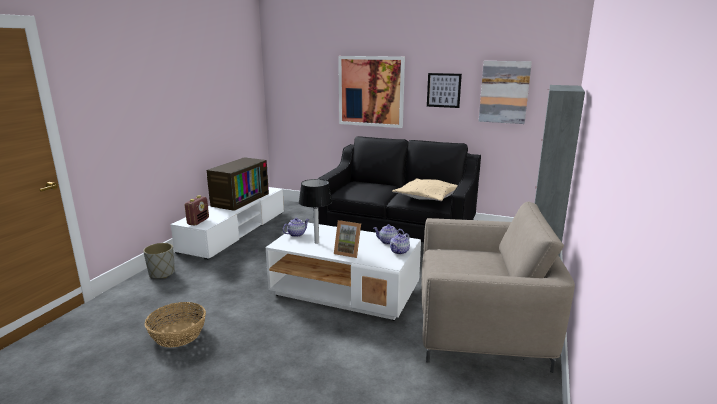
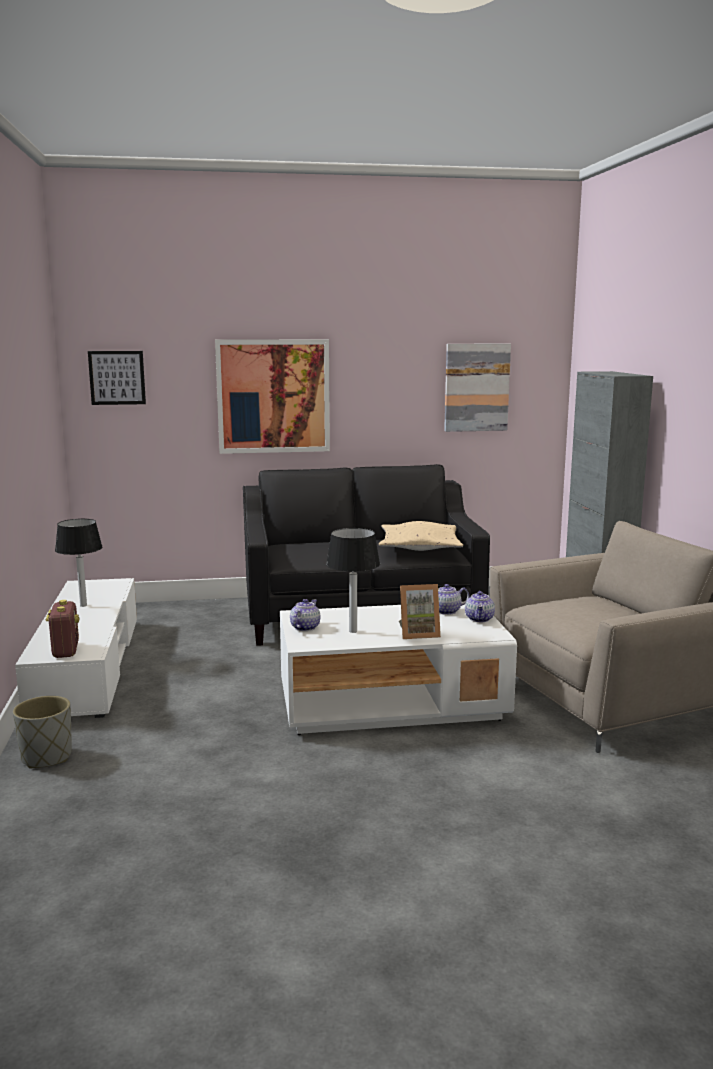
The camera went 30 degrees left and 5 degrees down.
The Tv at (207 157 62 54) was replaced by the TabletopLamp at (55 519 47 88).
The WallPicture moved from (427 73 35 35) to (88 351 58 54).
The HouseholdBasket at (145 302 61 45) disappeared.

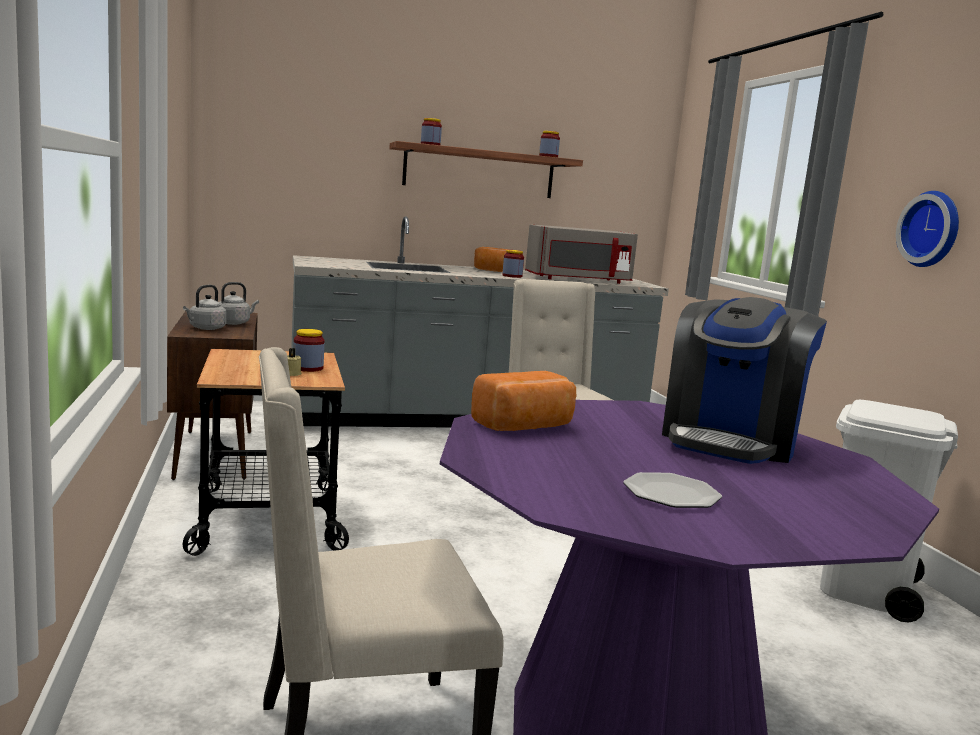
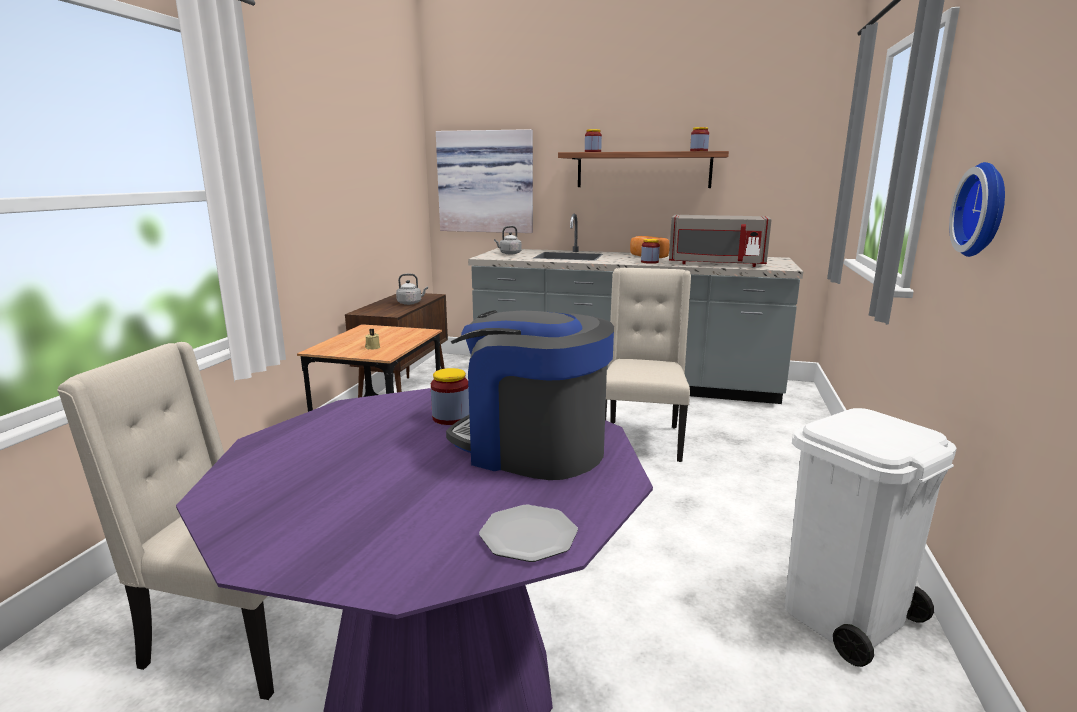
The camera went 30 degrees right and 5 degrees up.
The Jar moved from (293 329 32 43) to (431 368 38 57).
The WallPicture at (436 129 97 104) appeared.
The CoffeeMaker at (662 297 165 167) turned 60 degrees clockwise.
The DinnerPlate moved from (623 472 99 36) to (479 505 99 57).
The GrayTeaKettle moved from (183 285 44 45) to (494 226 28 28).
The Bread at (471 371 105 60) disappeared.

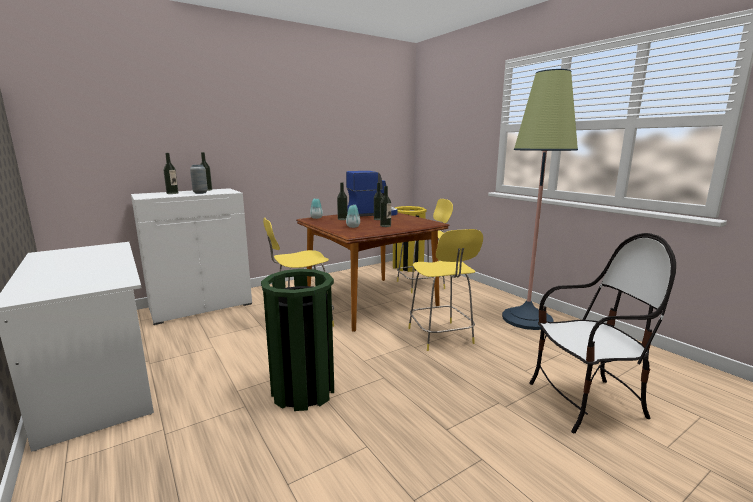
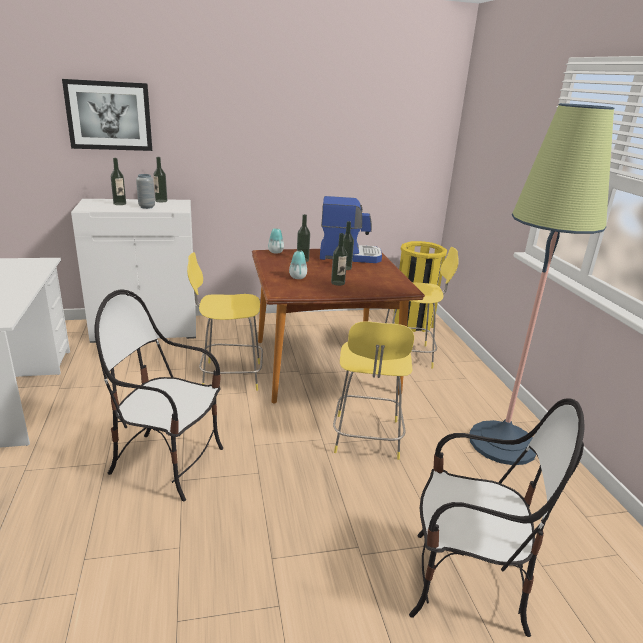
The camera went 20 degrees right and 10 degrees up.
The WallPicture at (62 79 90 72) appeared.
The GreenRubbishBin at (261 269 73 142) was replaced by the PlainChair at (94 290 130 211).

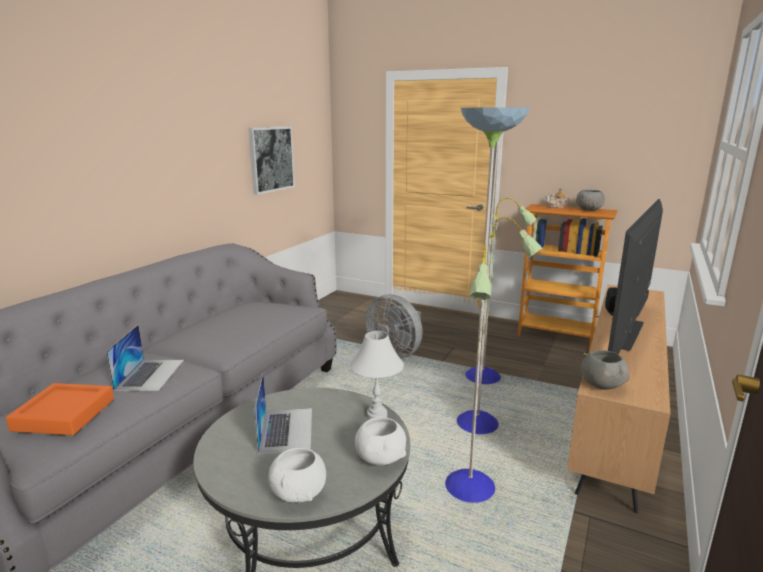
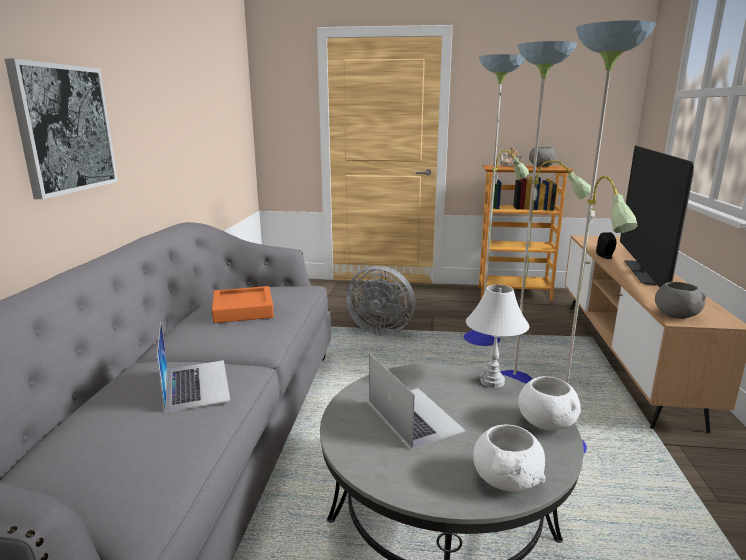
The camera went 20 degrees left and 0 degrees up.
The WallPicture moved from (248 126 47 69) to (5 59 113 140).
The OrangeColouredServingTray moved from (6 383 108 52) to (212 286 62 37).

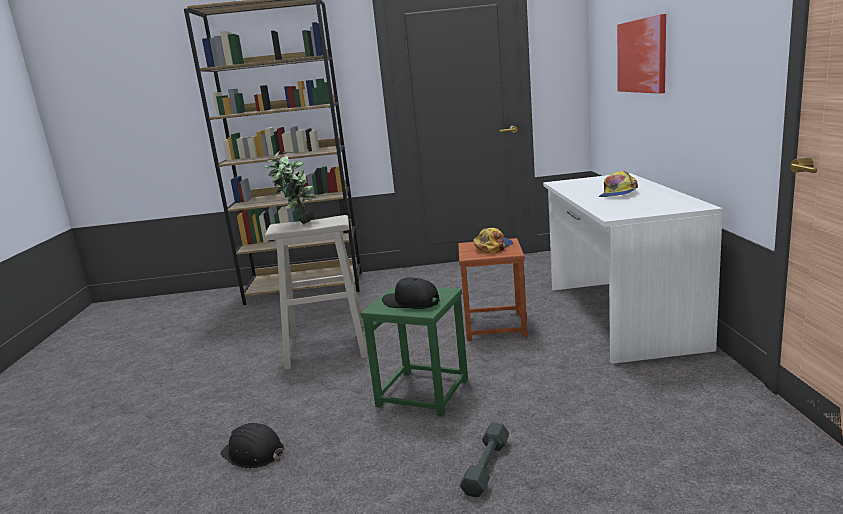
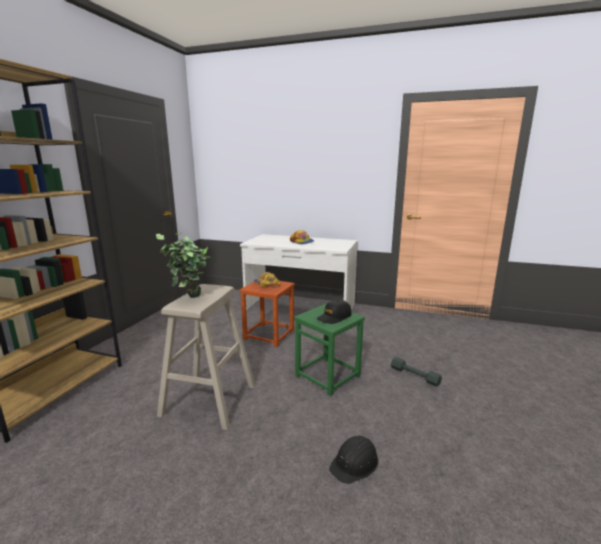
The camera went 70 degrees left and 0 degrees up.
The WallPicture at (617 14 49 80) disappeared.

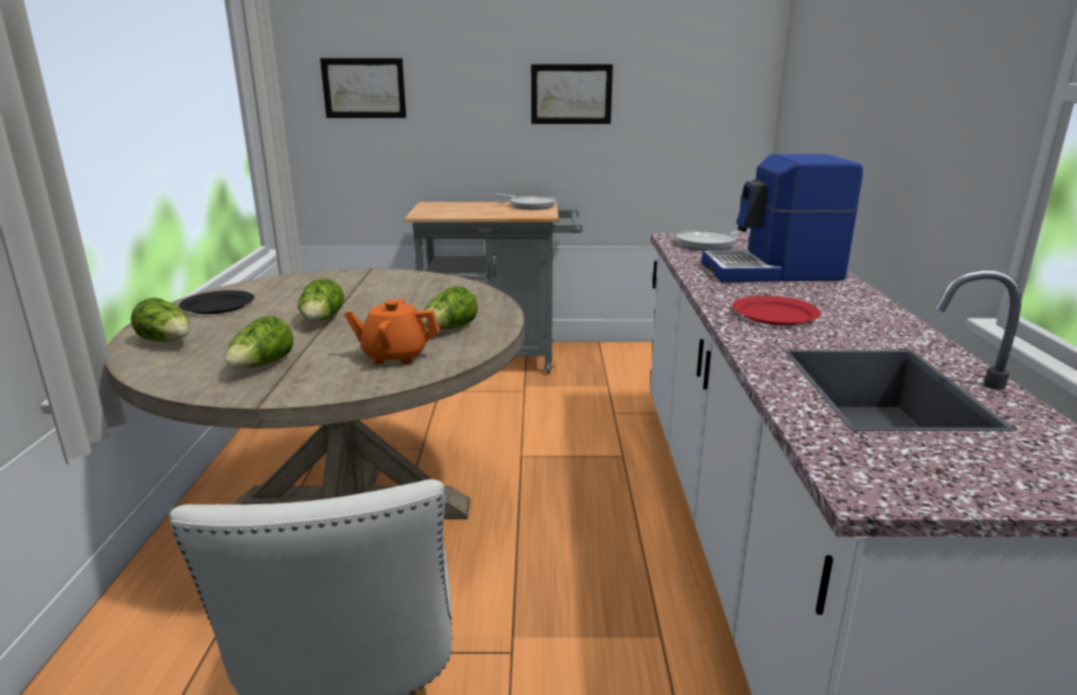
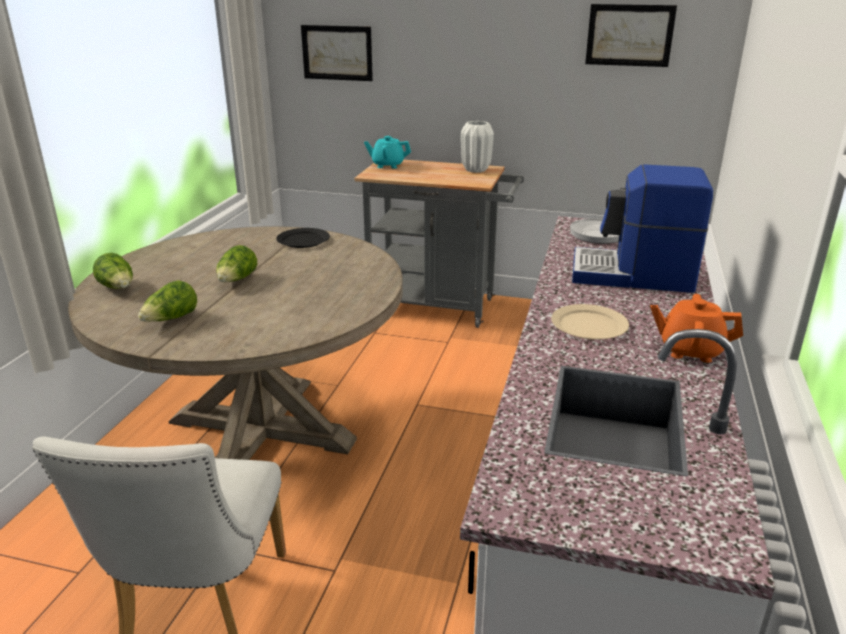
The camera went 15 degrees right and 5 degrees up.
The BlackishDinnerPlate moved from (179 290 75 24) to (276 228 54 20).
The TurquoiseTeaPot at (364 136 47 33) appeared.
The Skillet at (495 194 61 16) was replaced by the WhiteFlowerVase at (461 121 33 52).
The RedDinnerPlate at (732 296 89 29) became the BeigeDinnerPlate at (551 304 78 36).
The WallPicture moved from (531 64 82 60) to (585 4 92 63).
The OrangeColouredTeaPot moved from (344 299 96 66) to (650 294 93 69).
The LettuceHead at (422 286 56 43) disappeared.

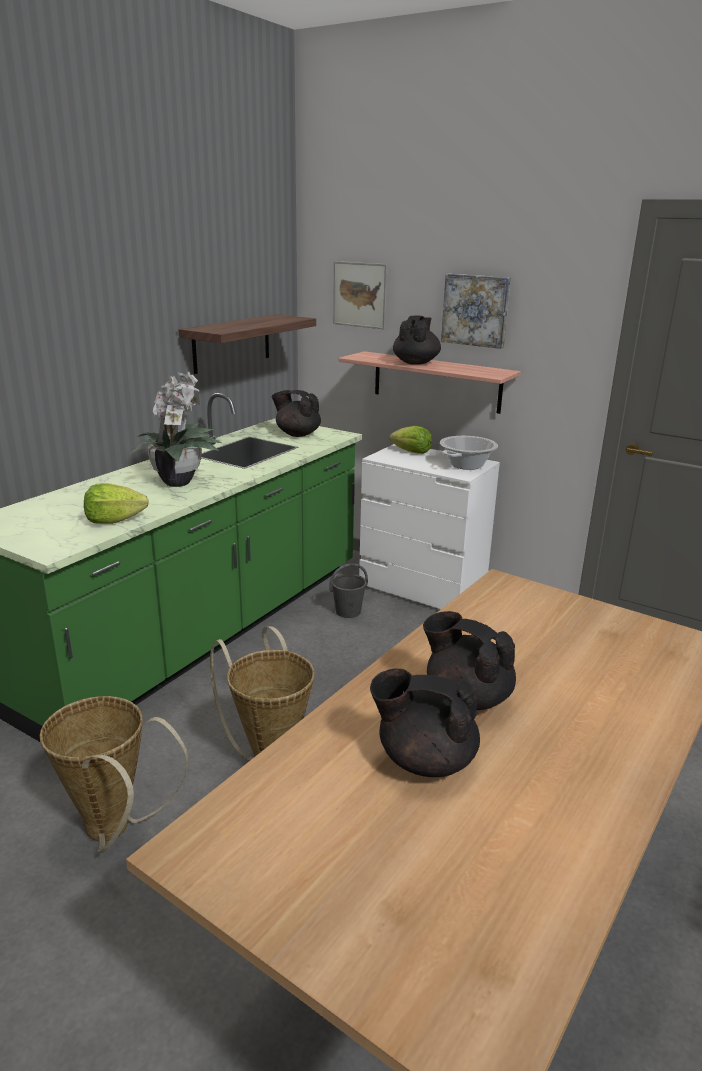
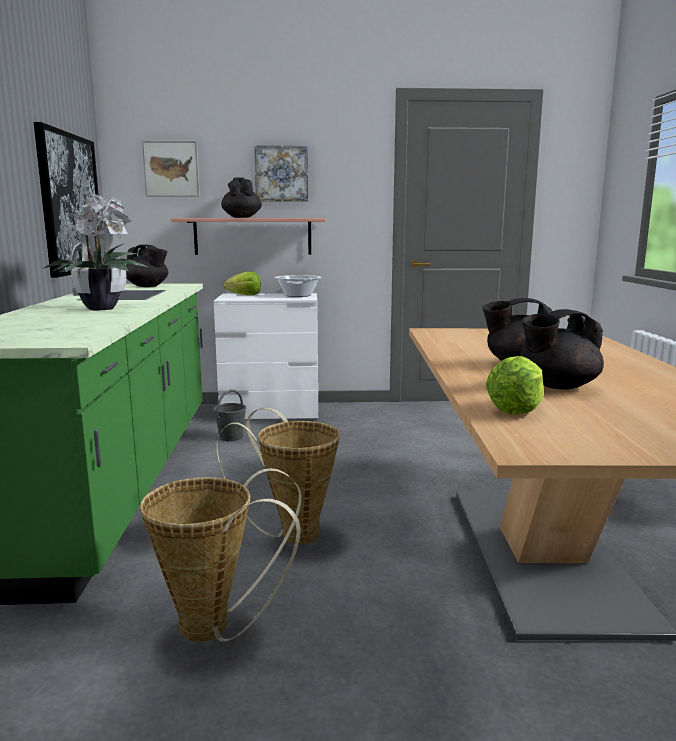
The camera went 35 degrees left and 10 degrees down.
The WallShelf at (178 314 138 60) was replaced by the WallPicture at (34 122 65 156).
The BlackishTeaPot at (271 390 50 47) turned 135 degrees counterclockwise.
The LettuceHead moved from (84 483 65 41) to (486 356 57 58).

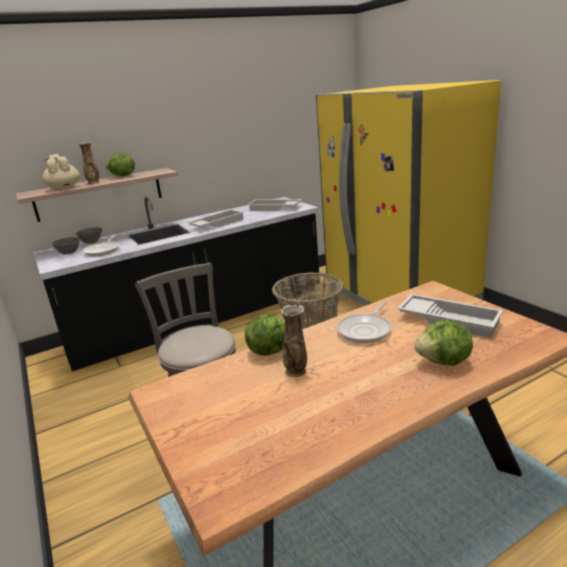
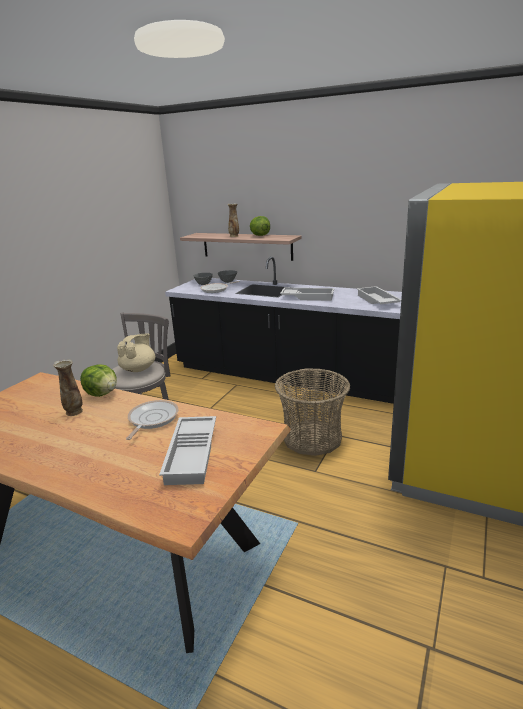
The camera went 55 degrees right and 0 degrees up.
The BeigeTeaPot moved from (42 154 38 36) to (117 333 38 39).
The Skillet at (337 301 55 42) turned 105 degrees clockwise.
The LettuceHead at (414 320 59 46) disappeared.

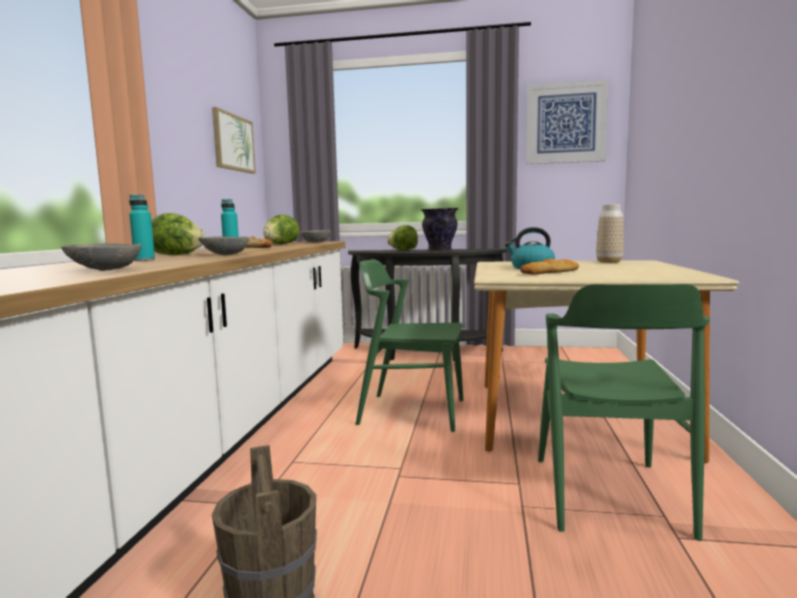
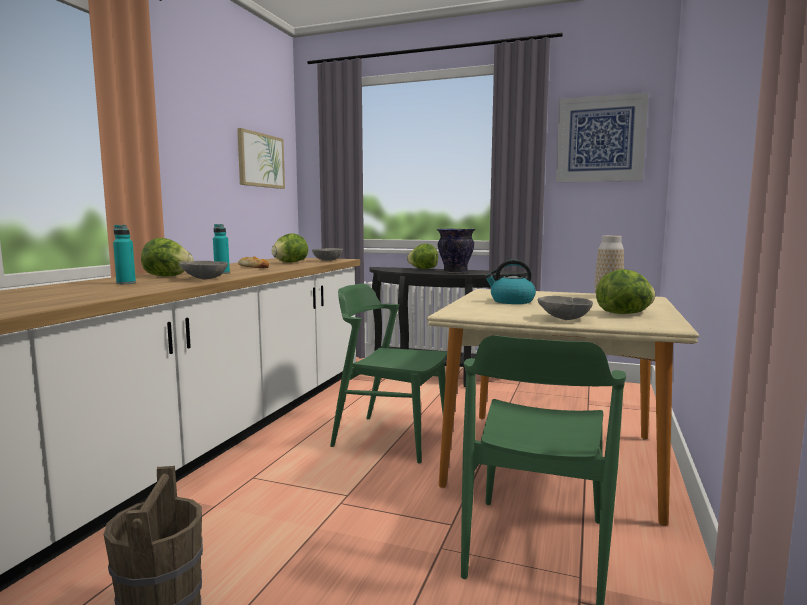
The camera went 10 degrees right and 0 degrees up.
The GrayBowl moved from (61 243 80 28) to (538 296 55 24).
The LettuceHead at (596 269 59 45) appeared.
The Bread at (520 259 59 15) disappeared.

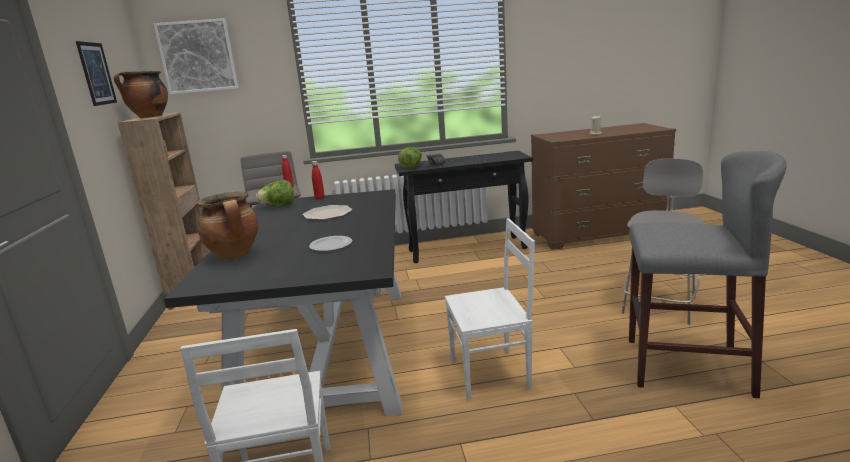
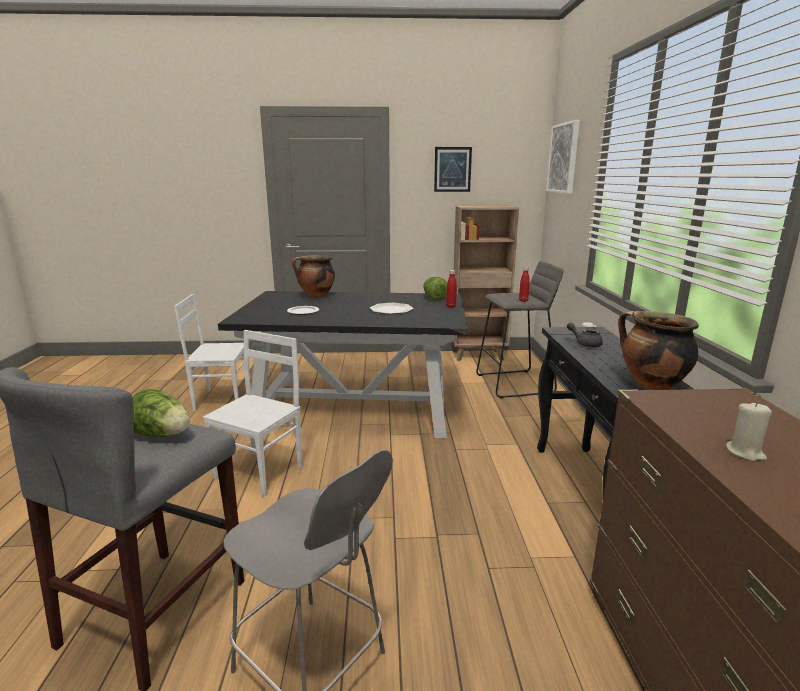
The camera went 95 degrees right and 0 degrees up.
The LettuceHead moved from (398 147 24 22) to (133 389 57 48).
The WhitePlainChair at (445 218 90 183) turned 150 degrees counterclockwise.
The CookingPot moved from (114 71 54 47) to (618 311 81 79).

